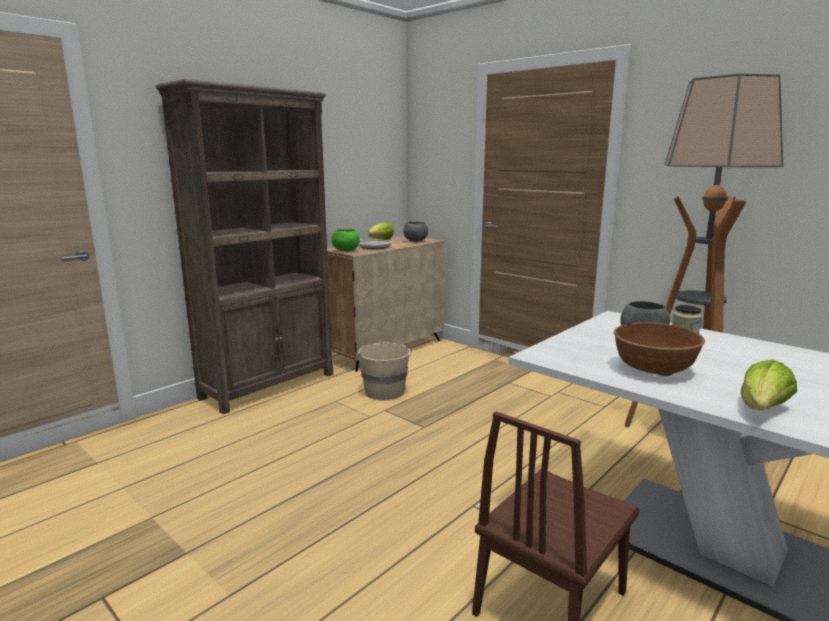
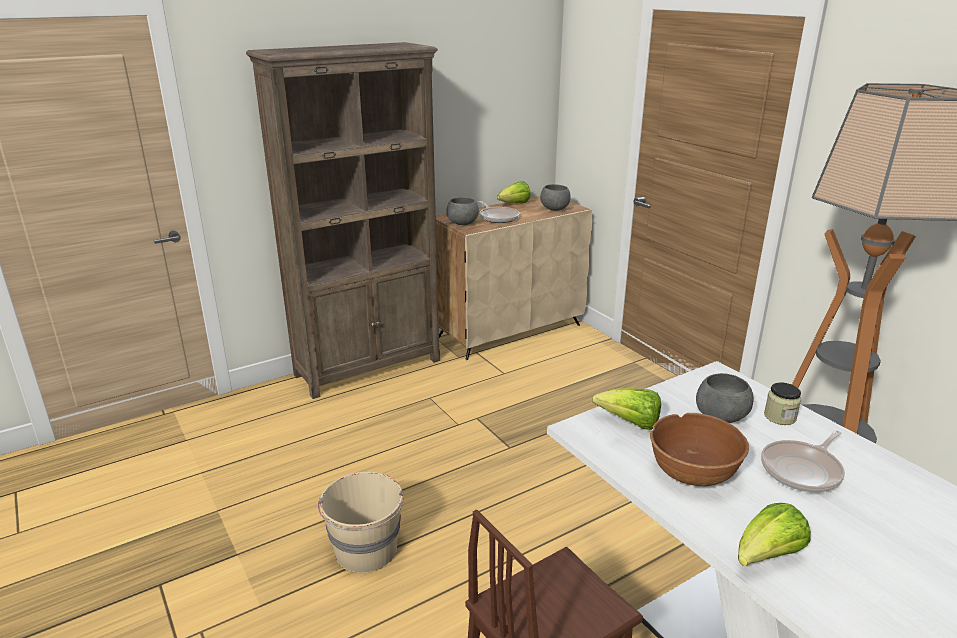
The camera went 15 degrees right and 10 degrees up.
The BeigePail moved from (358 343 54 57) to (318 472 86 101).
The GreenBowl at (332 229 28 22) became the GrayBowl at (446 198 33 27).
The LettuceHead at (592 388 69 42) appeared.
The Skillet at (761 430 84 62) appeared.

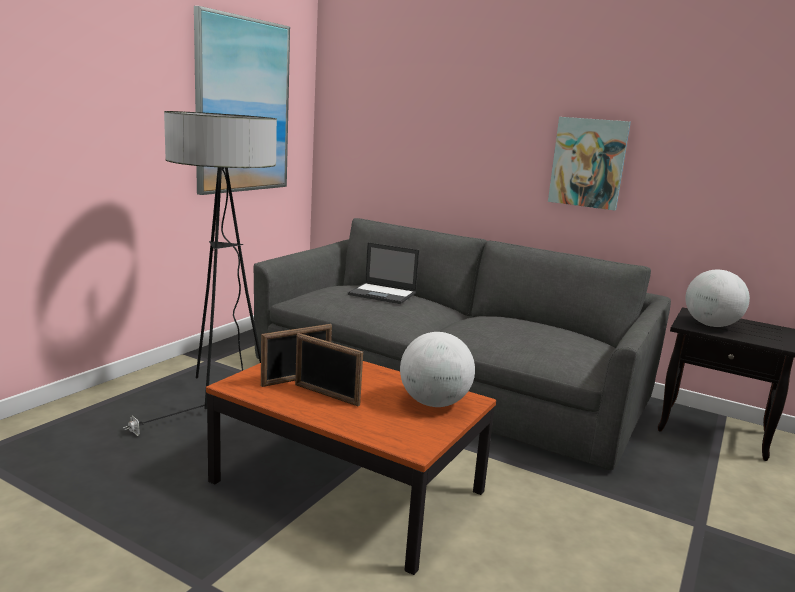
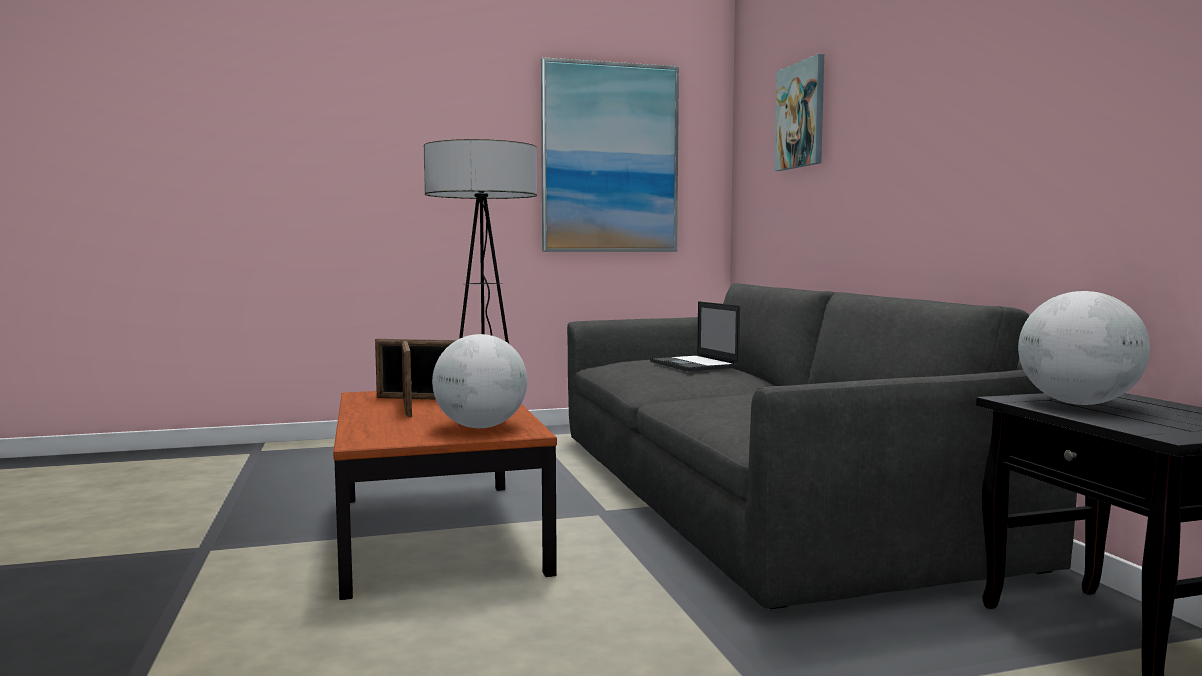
The camera went 45 degrees right and 10 degrees down.
The WallPicture moved from (548 117 83 94) to (774 54 50 117).

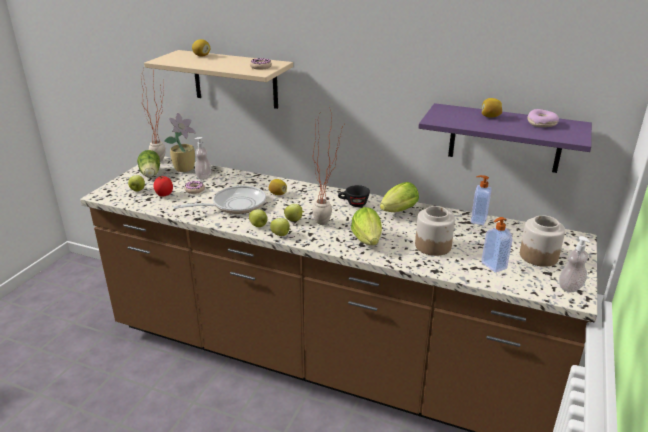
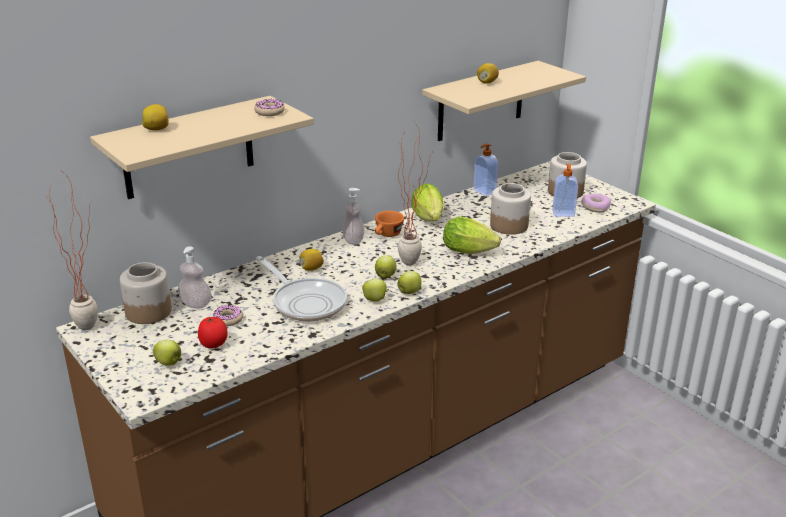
The camera went 60 degrees left and 0 degrees up.
The Houseplant at (164 113 32 59) was replaced by the Jar at (120 262 52 62).
The Skillet at (173 186 93 28) turned 135 degrees clockwise.
The LiquidSoapBottle moved from (559 236 31 57) to (342 188 23 57).
The BlackishDrinkingCup at (338 185 32 22) became the OrangeColouredDrinkingCup at (375 211 29 26).
The PurpleWallShelf at (418 103 174 70) became the BeigeWallShelf at (422 61 164 80).
The Donut moved from (527 109 32 18) to (581 194 30 19).
The LettuceHead at (137 150 23 28) disappeared.

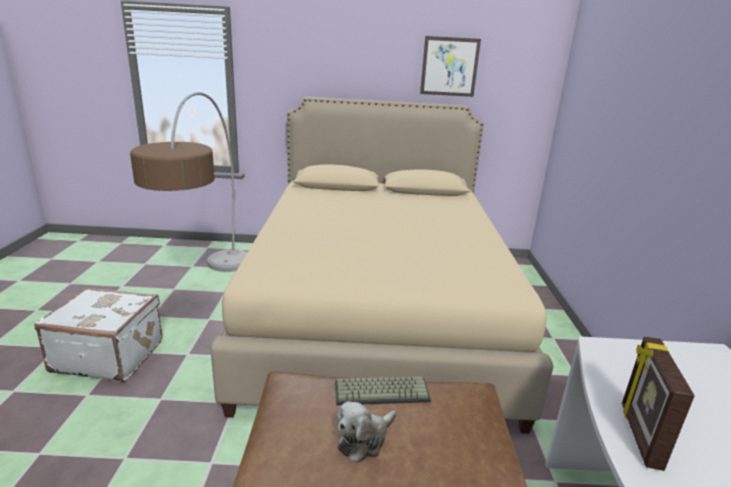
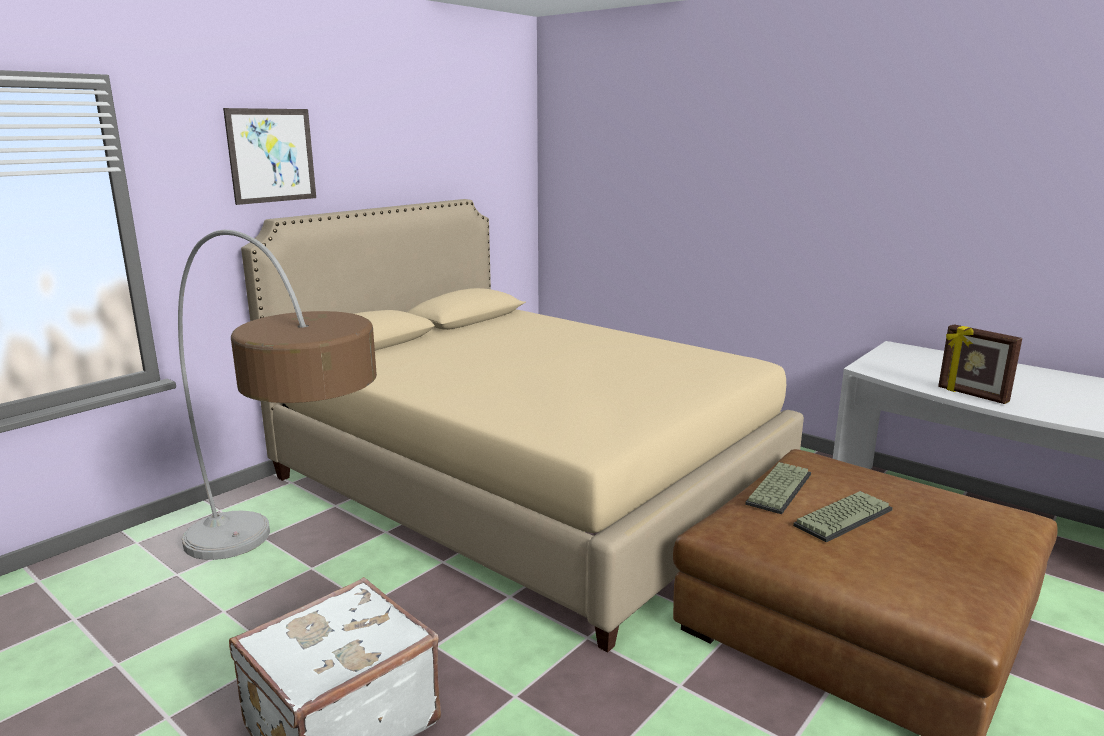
The camera went 50 degrees left and 5 degrees down.
The WallPicture moved from (420 36 61 61) to (223 108 93 97).
The CuddlyToy at (337 401 59 62) was replaced by the PcKeyboard at (793 491 100 51).

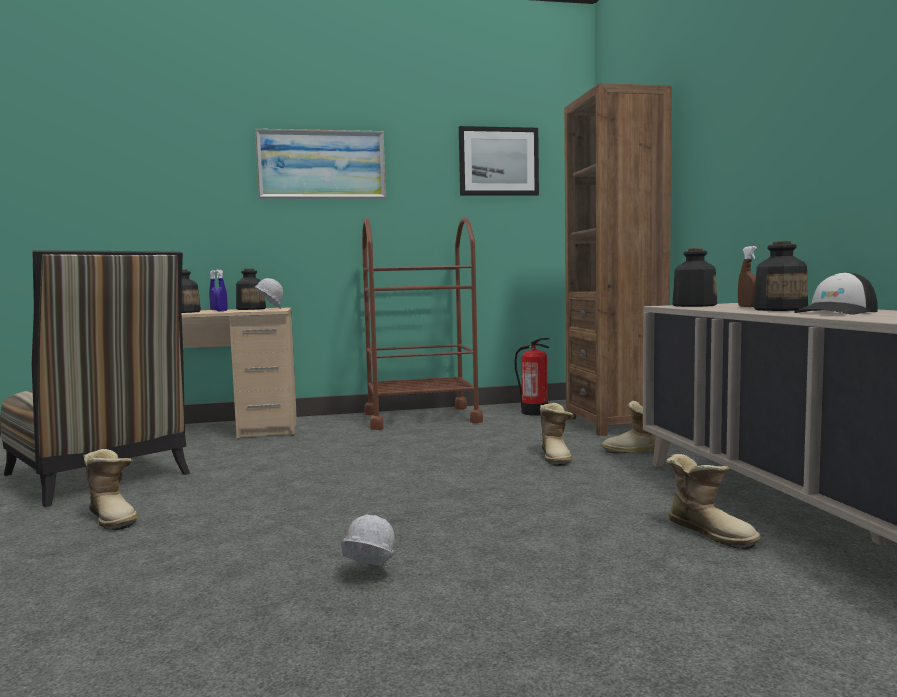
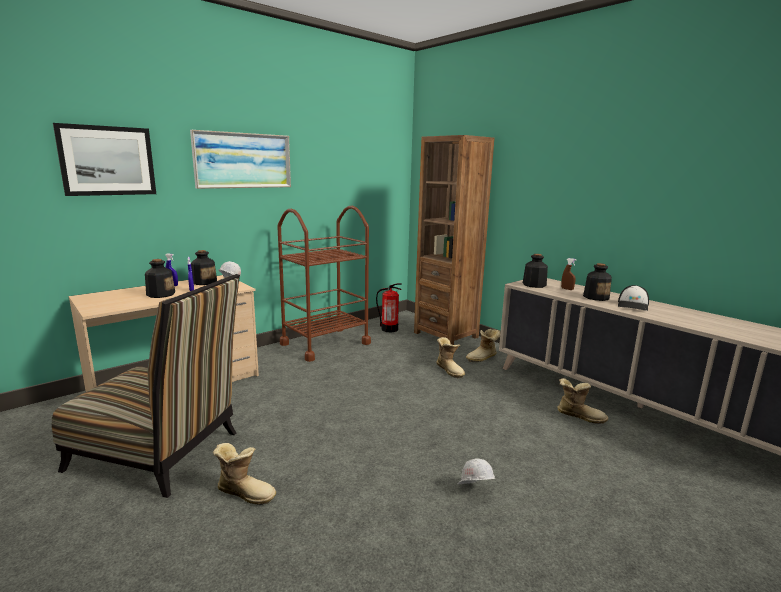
The camera went 30 degrees left and 10 degrees up.
The WallPicture moved from (459 126 80 69) to (53 123 103 73).

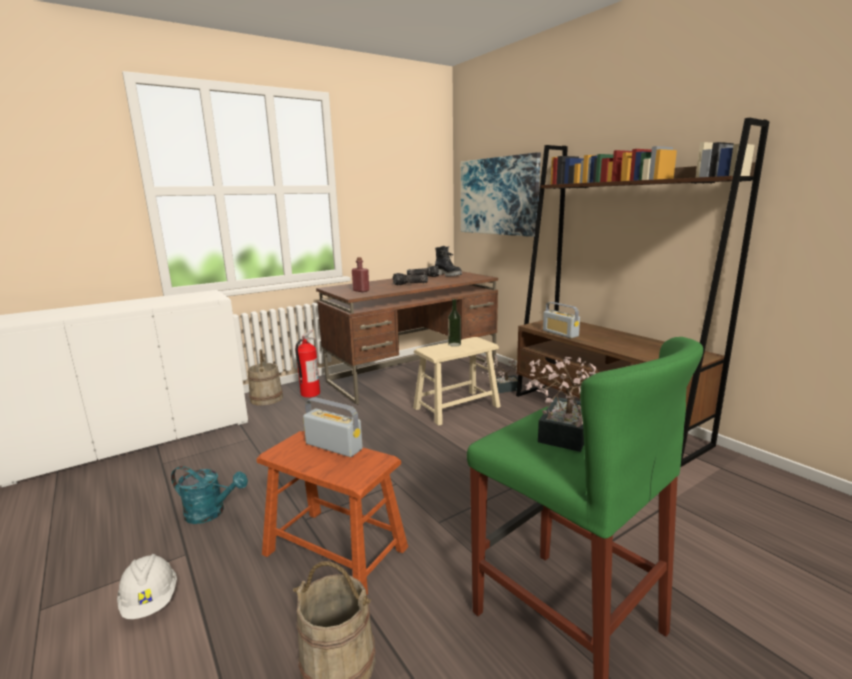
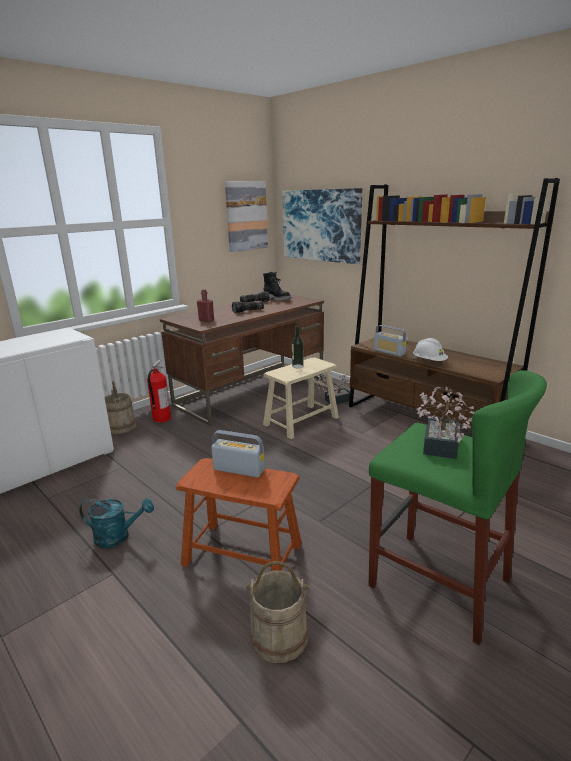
The camera went 10 degrees left and 5 degrees up.
The WallPicture at (225 181 43 71) appeared.
The WhiteWorkHelmet moved from (117 554 60 65) to (413 338 35 23).

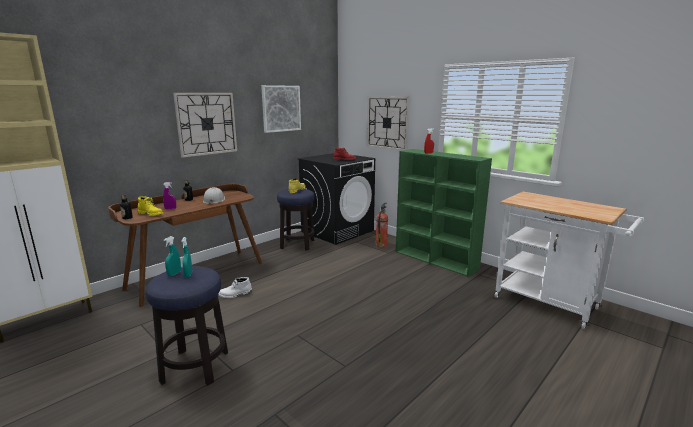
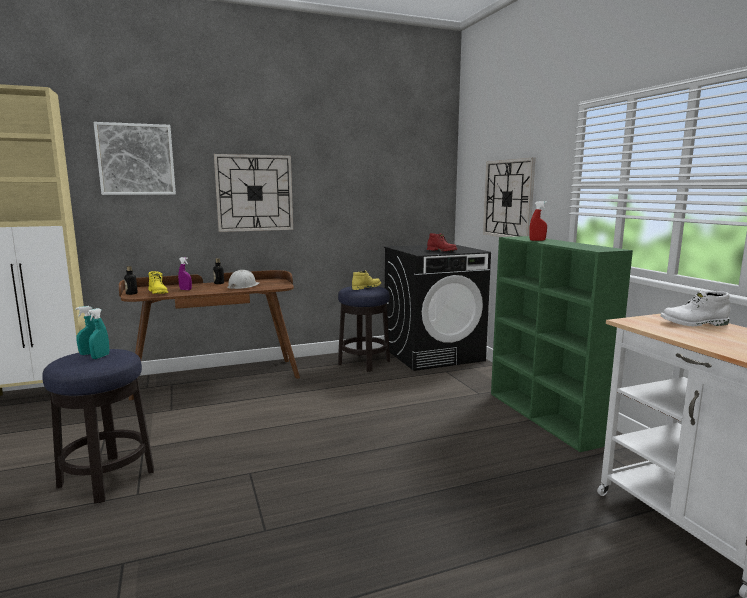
The camera went 25 degrees right and 5 degrees down.
The WallPicture moved from (261 85 40 48) to (94 122 82 73).
The WhiteTallBoot moved from (218 277 34 21) to (661 290 69 36).
The FireFightingCylinder at (376 203 12 44) disappeared.

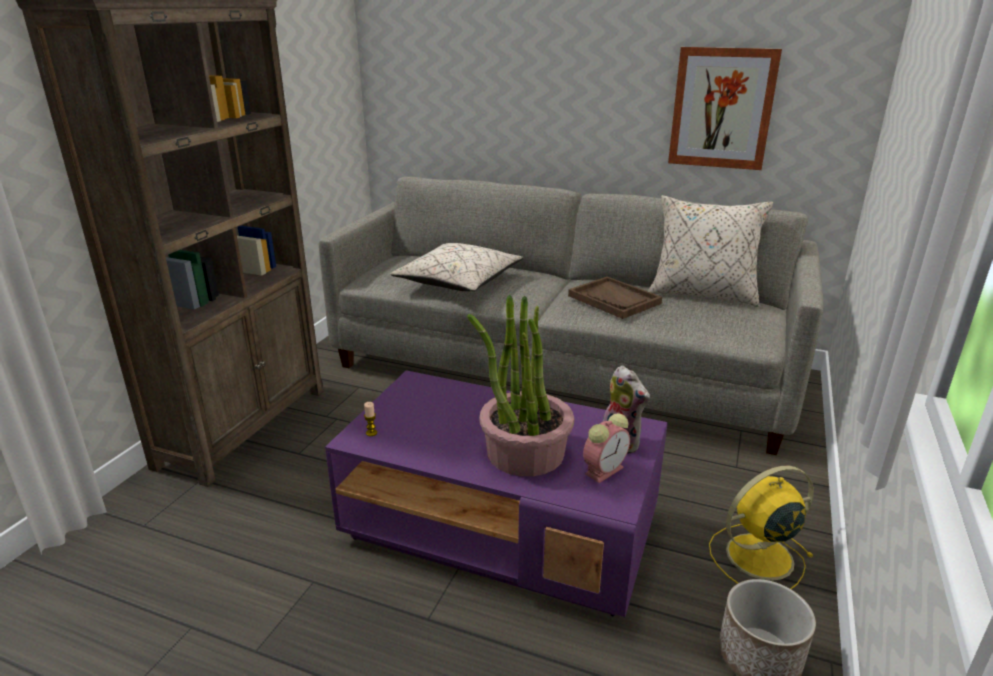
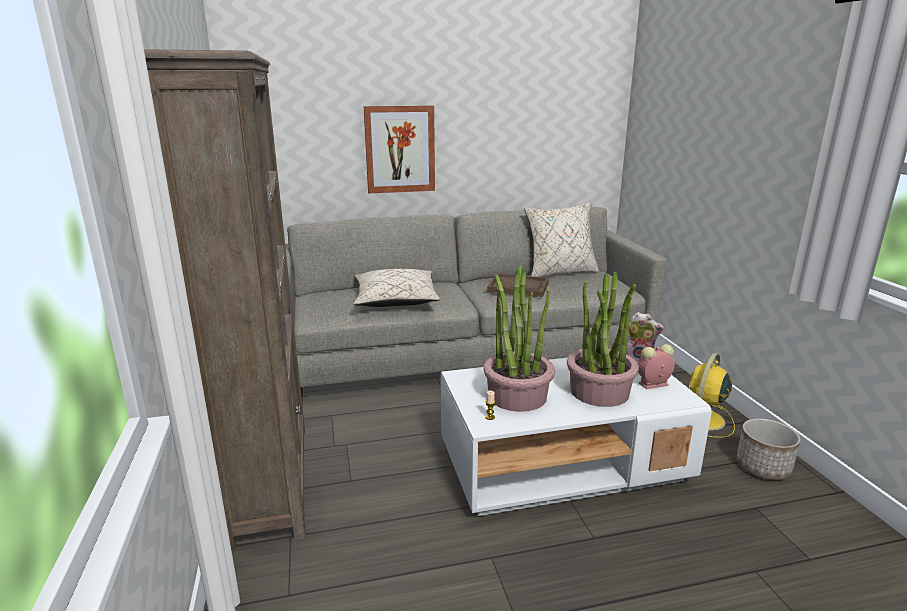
The camera went 35 degrees left and 5 degrees down.
The WallPicture moved from (668 47 114 123) to (364 106 71 87).
The PurpleLoungeTable at (325 370 342 247) became the WhiteLoungeTable at (441 357 271 160).
The Houseplant at (484 265 71 147) appeared.
The TableClock at (583 413 47 70) turned 120 degrees counterclockwise.

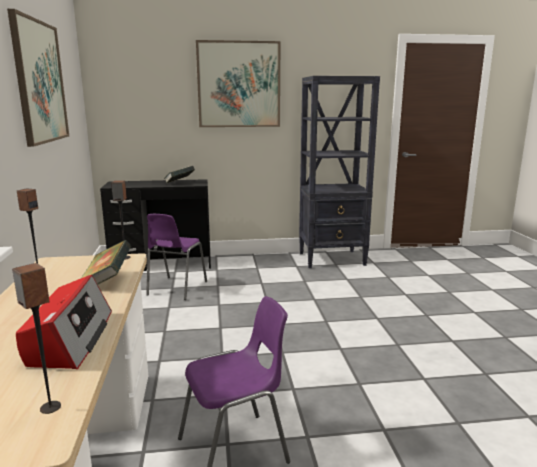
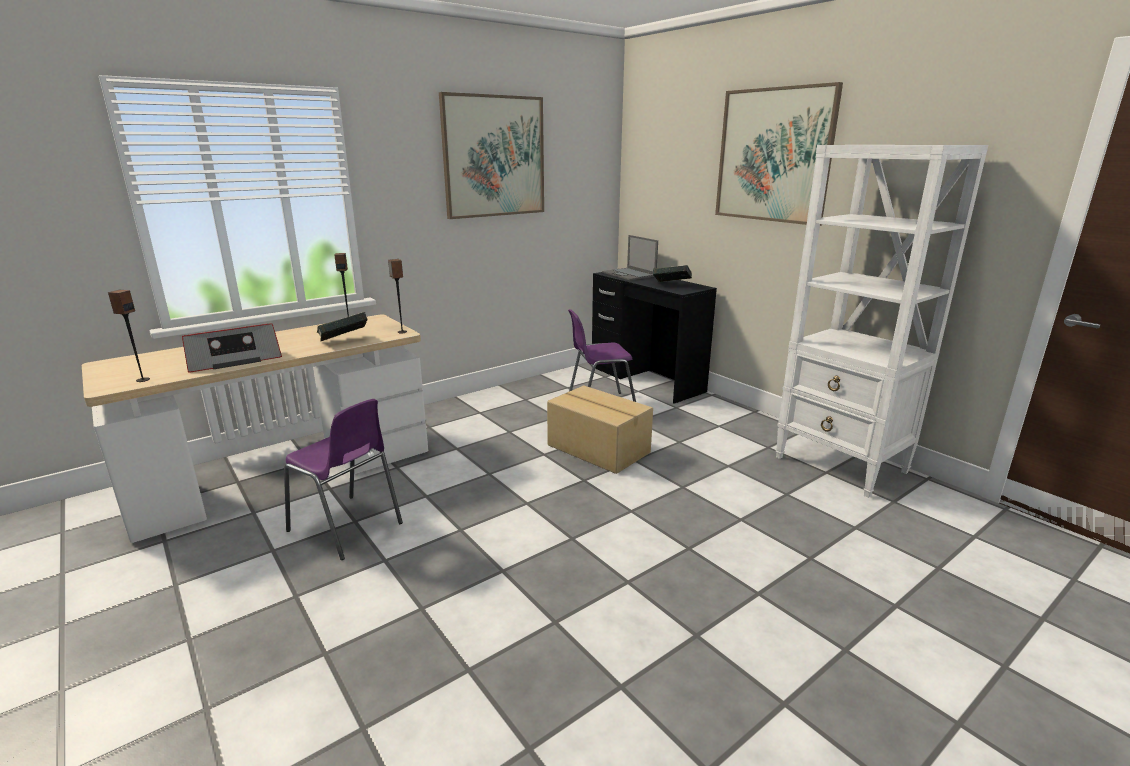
The camera went 60 degrees right and 5 degrees up.
The CardboardBox at (547 386 106 88) appeared.
The NotebookComputer at (602 235 56 46) appeared.
The BlackishShelvingUnit at (299 76 81 192) became the WhiteShelvingUnit at (775 145 213 353).

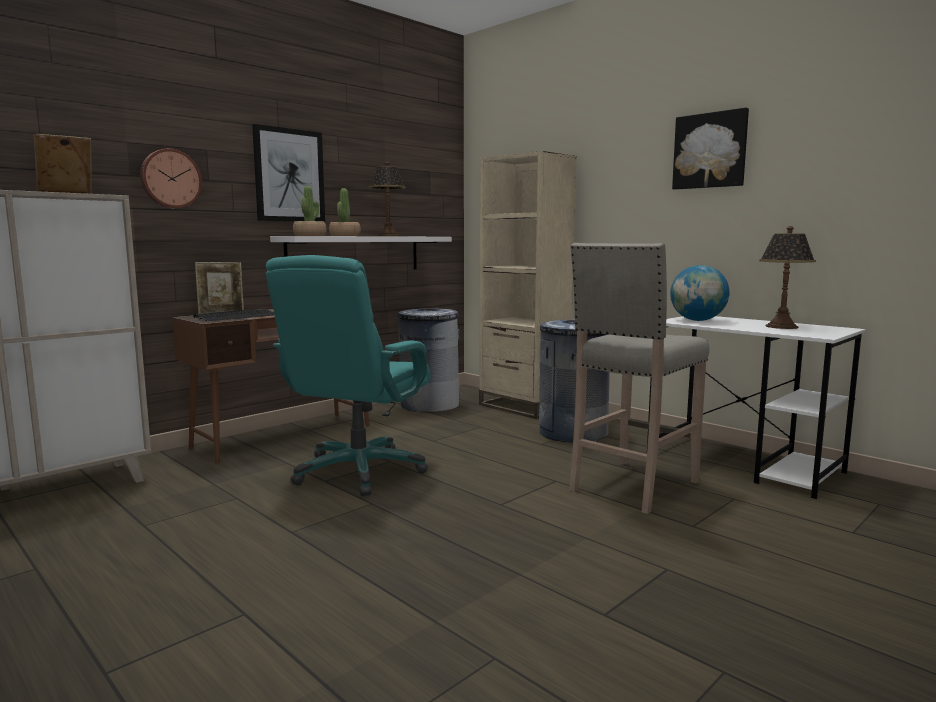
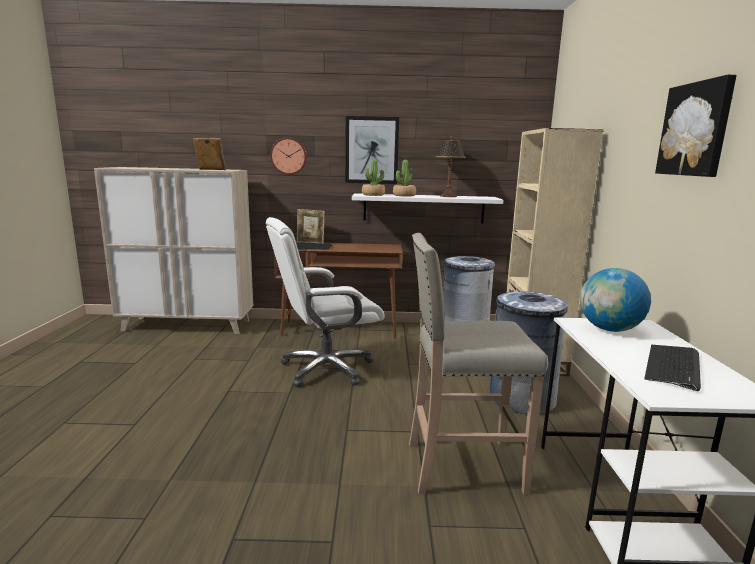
The camera went 45 degrees right and 5 degrees up.
The TurquoiseDeskChair at (266 255 165 241) became the WhiteDeskChair at (266 217 118 170).
The TabletopLamp at (759 226 57 103) was replaced by the PcKeyboard at (645 345 56 46).

